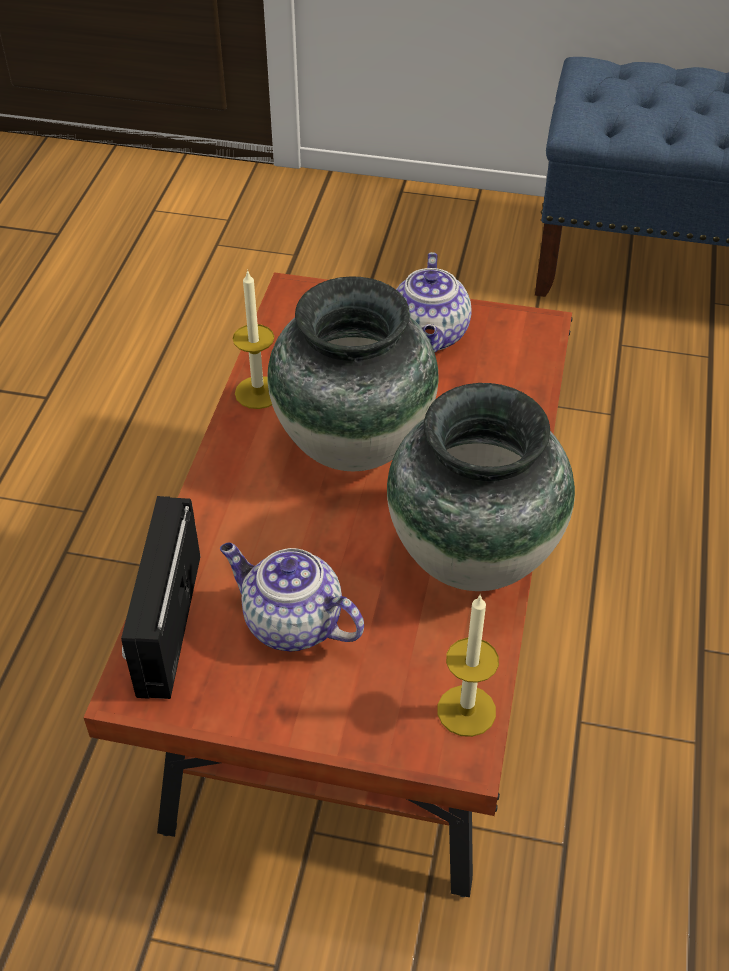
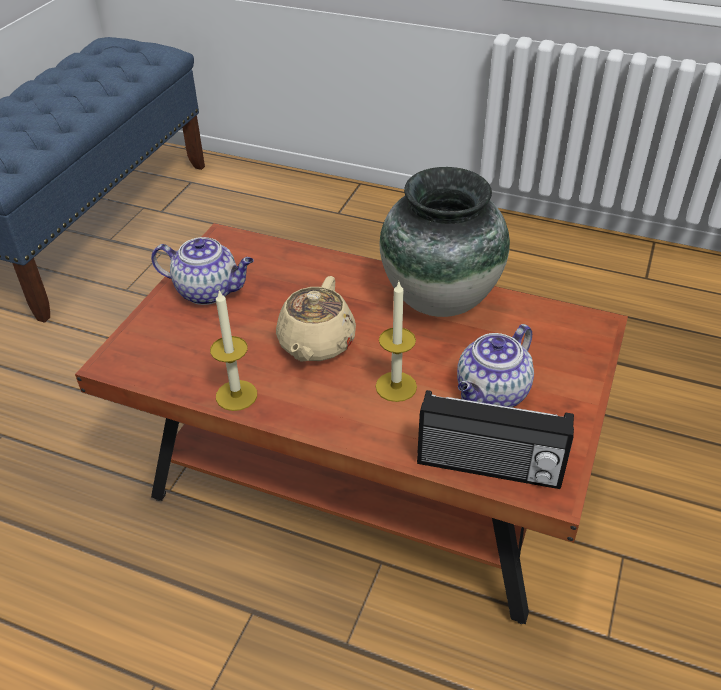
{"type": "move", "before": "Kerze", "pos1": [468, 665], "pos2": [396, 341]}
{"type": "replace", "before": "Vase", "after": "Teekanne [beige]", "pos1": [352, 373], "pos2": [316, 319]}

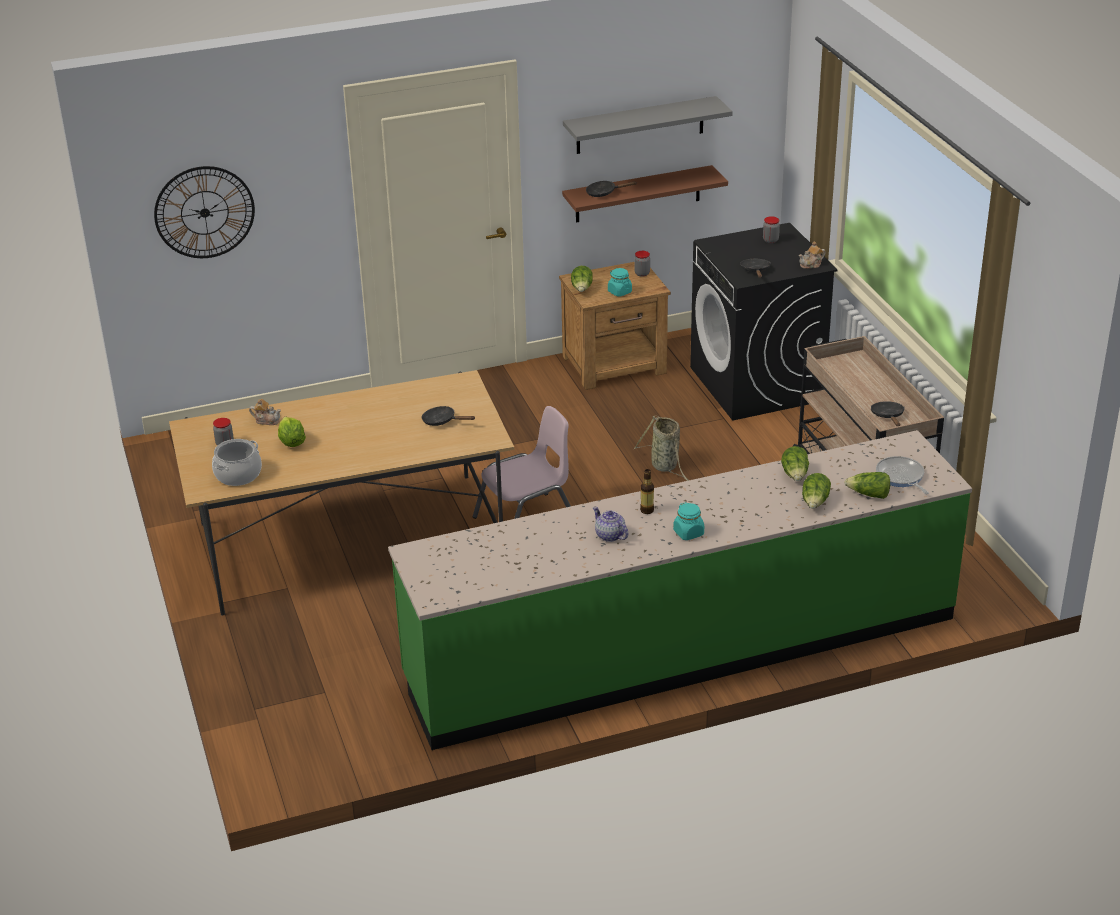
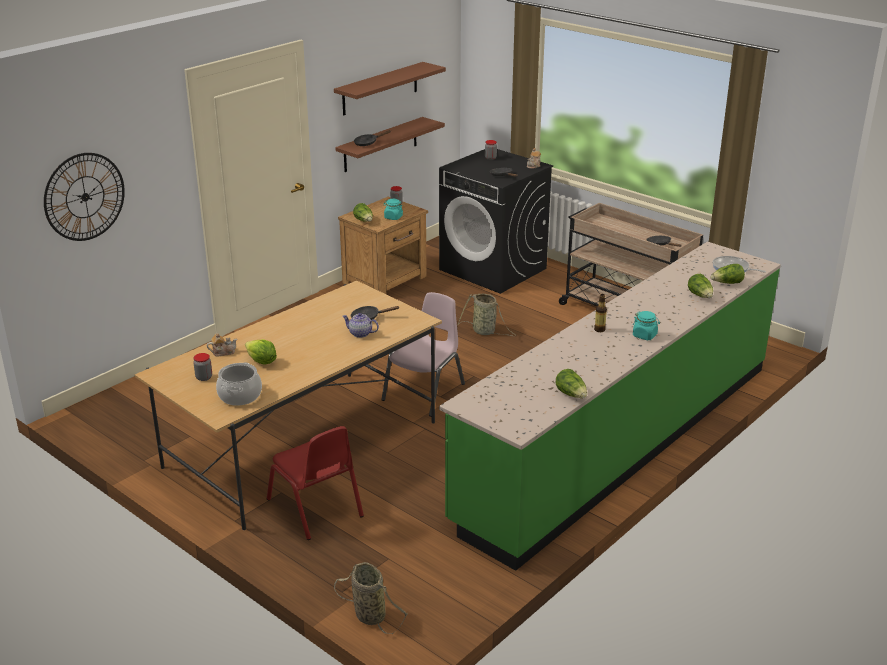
{"type": "insert", "after": "Stuhl [rot]", "pos2": [315, 483]}
{"type": "insert", "after": "Korb", "pos2": [371, 598]}
{"type": "move", "before": "Teekanne", "pos1": [610, 524], "pos2": [360, 325]}
{"type": "move", "before": "Salatkopf", "pos1": [795, 463], "pos2": [571, 384]}
{"type": "recolor", "before": "Wandregal [grau]", "after": "Wandregal [braun]", "pos1": [648, 125], "pos2": [390, 88]}

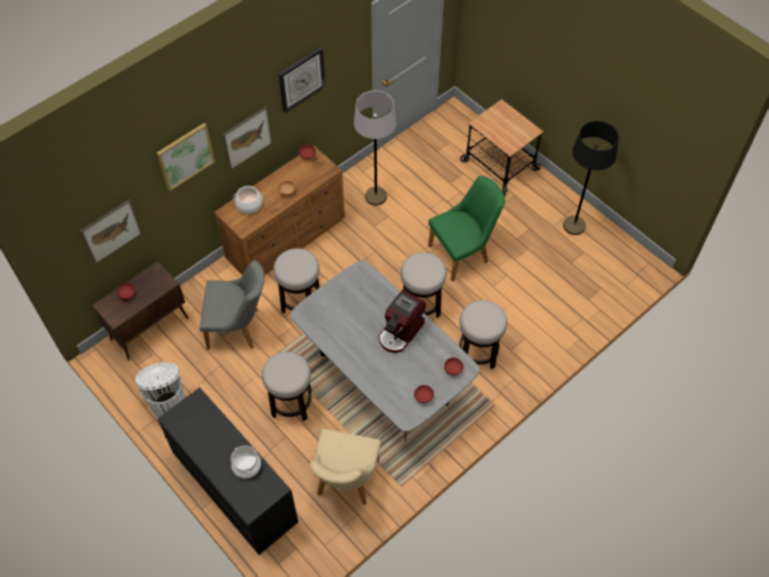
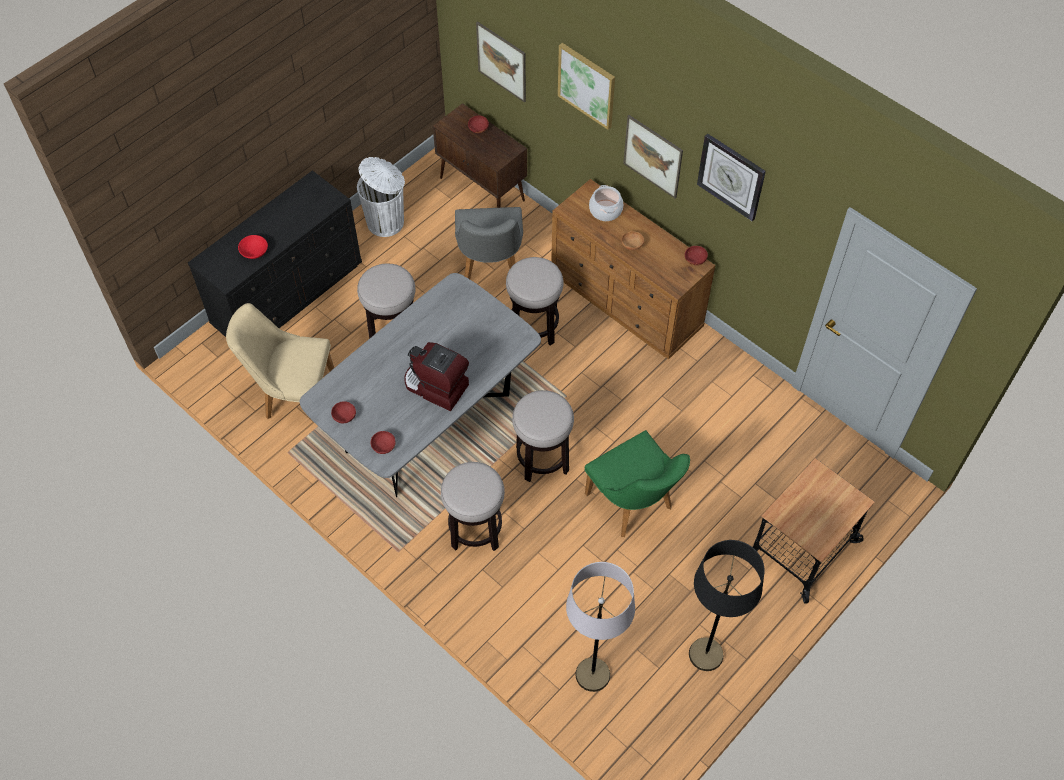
{"type": "move", "before": "Stehlampe [grau]", "pos1": [375, 148], "pos2": [600, 627]}
{"type": "replace", "before": "Kochtopf", "after": "Schüssel [rot]", "pos1": [246, 462], "pos2": [253, 247]}

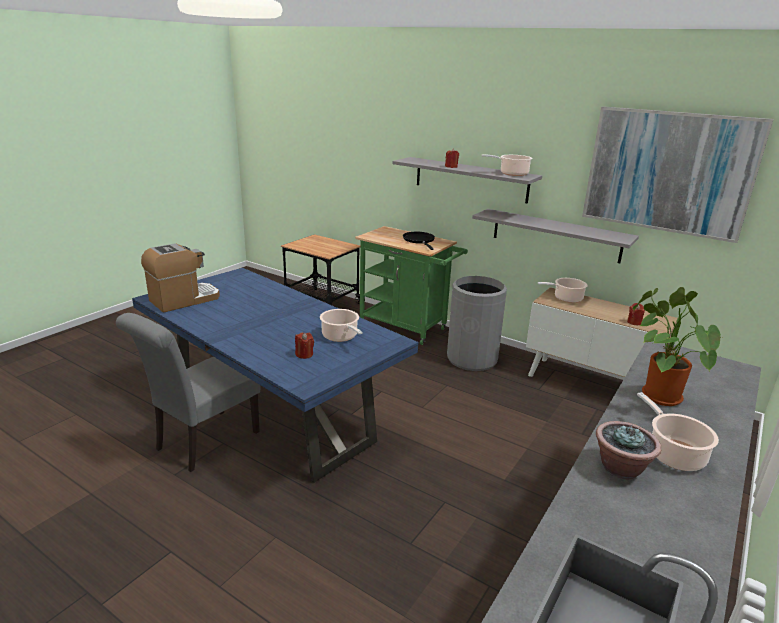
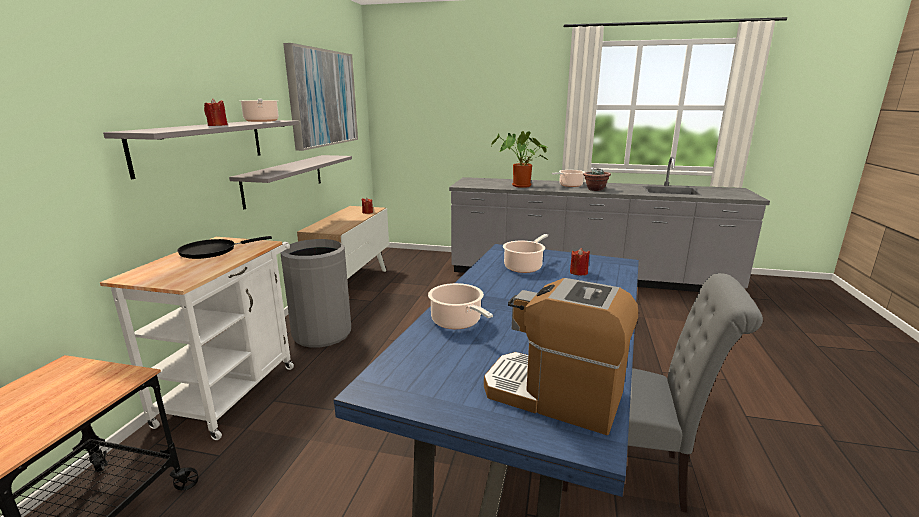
{"type": "move", "before": "Kochtopf", "pos1": [563, 290], "pos2": [460, 306]}
{"type": "recolor", "before": "Rollwagen [grün]", "after": "Rollwagen [weiß]", "pos1": [411, 285], "pos2": [197, 338]}

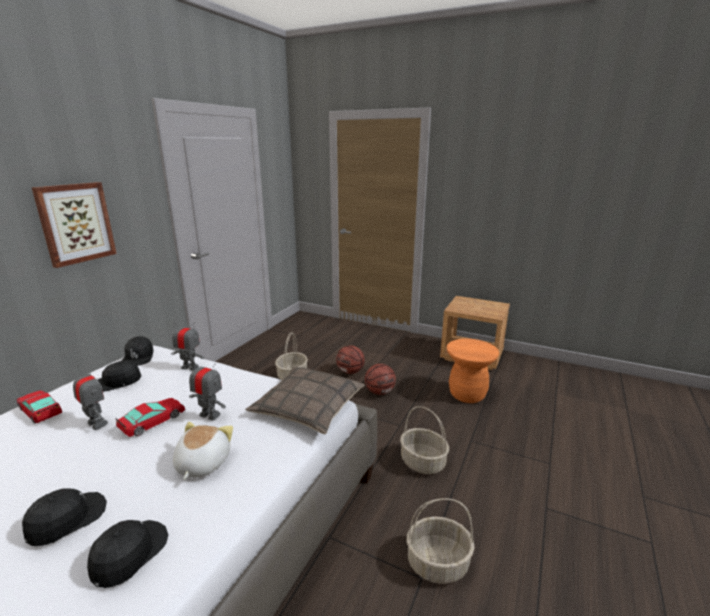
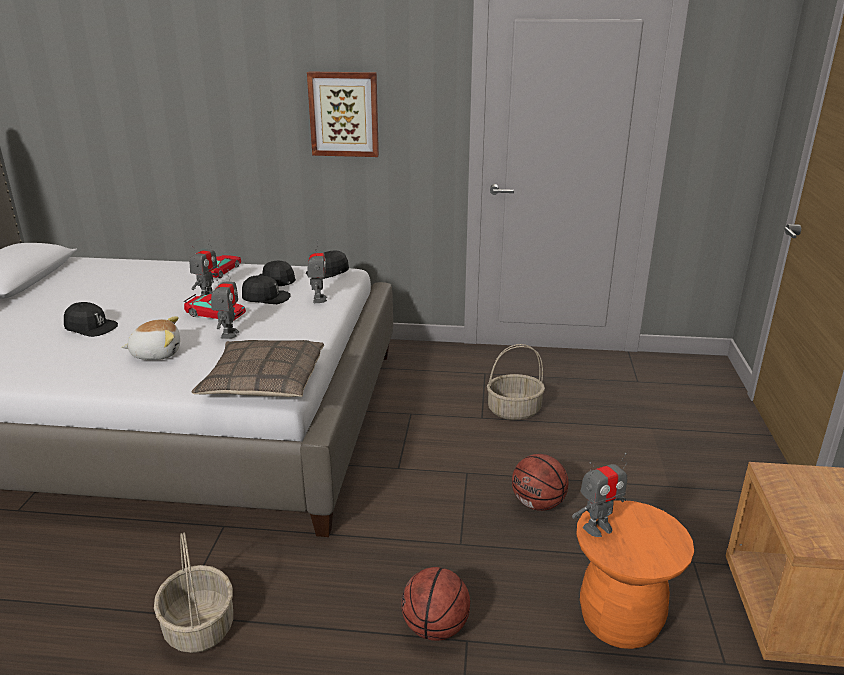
{"type": "delete", "before": "Korb", "pos1": [424, 440]}
{"type": "insert", "after": "Spielzeugroboter", "pos2": [599, 495]}
{"type": "move", "before": "Kappe [schwarz]", "pos1": [127, 554], "pos2": [266, 289]}
{"type": "move", "before": "Basketball", "pos1": [350, 359], "pos2": [435, 604]}

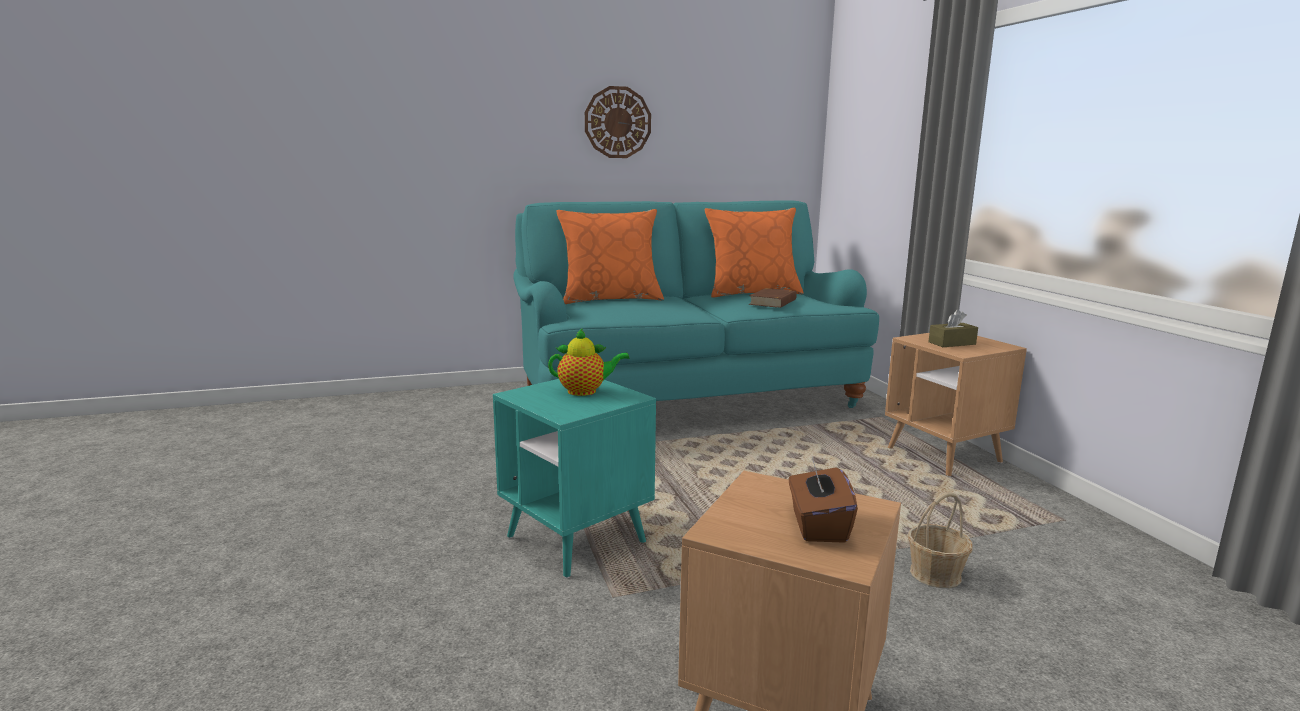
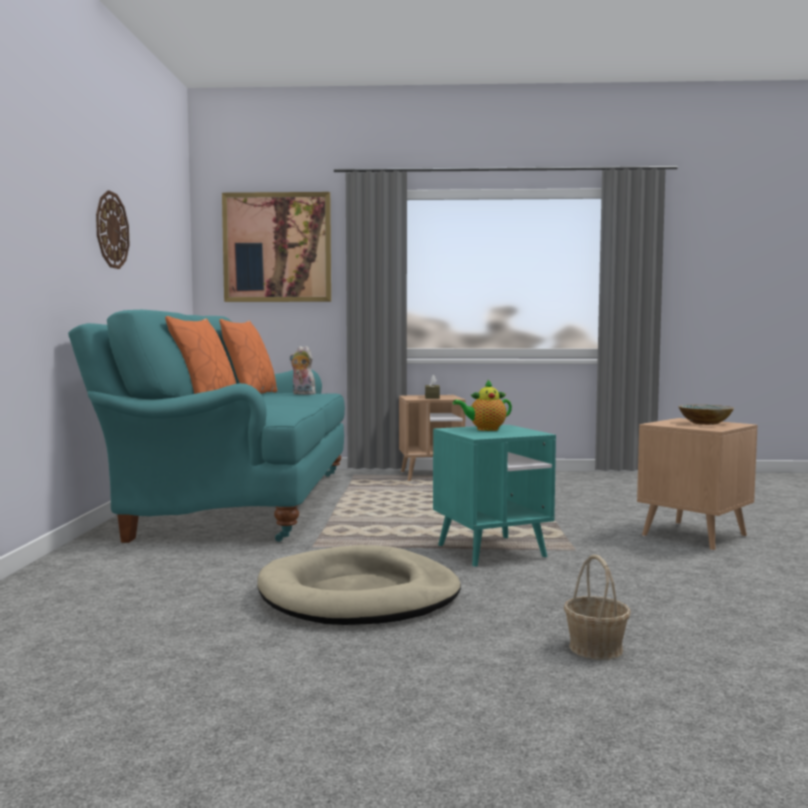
{"type": "insert", "after": "Bild", "pos2": [276, 247]}
{"type": "insert", "after": "Hundebett [beige]", "pos2": [359, 585]}
{"type": "move", "before": "Korb", "pos1": [940, 540], "pos2": [597, 607]}
{"type": "replace", "before": "Buch [braun]", "after": "Plüschtier", "pos1": [773, 298], "pos2": [303, 370]}
{"type": "replace", "before": "Taschentuchbox [braun]", "after": "Schüssel", "pos1": [823, 500], "pos2": [706, 415]}
{"type": "rotate", "before": "Teekanne", "pos1": [589, 362], "pos2": [482, 405], "turn": -120}

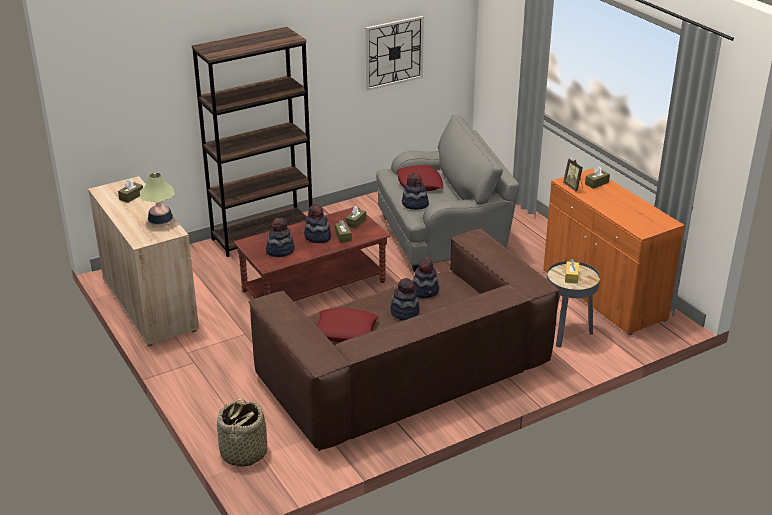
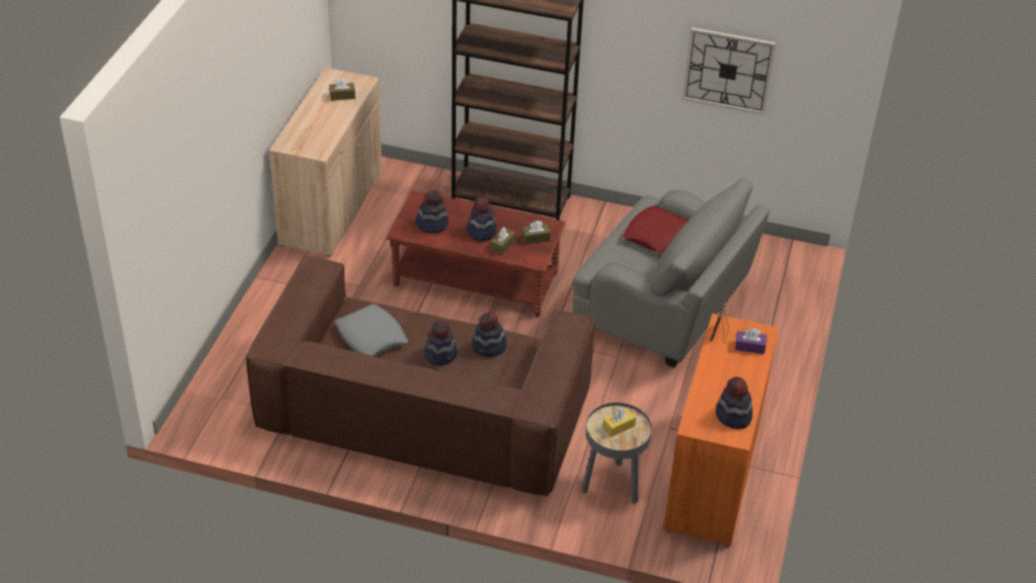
{"type": "delete", "before": "Tischlampe", "pos1": [157, 198]}
{"type": "delete", "before": "Korb", "pos1": [242, 432]}
{"type": "move", "before": "Hut", "pos1": [415, 191], "pos2": [734, 403]}
{"type": "recolor", "before": "Kissen [rot]", "after": "Kissen [grau]", "pos1": [348, 325], "pos2": [371, 330]}
{"type": "recolor", "before": "Taschentuchbox [braun]", "after": "Taschentuchbox [lila]", "pos1": [597, 177], "pos2": [751, 341]}

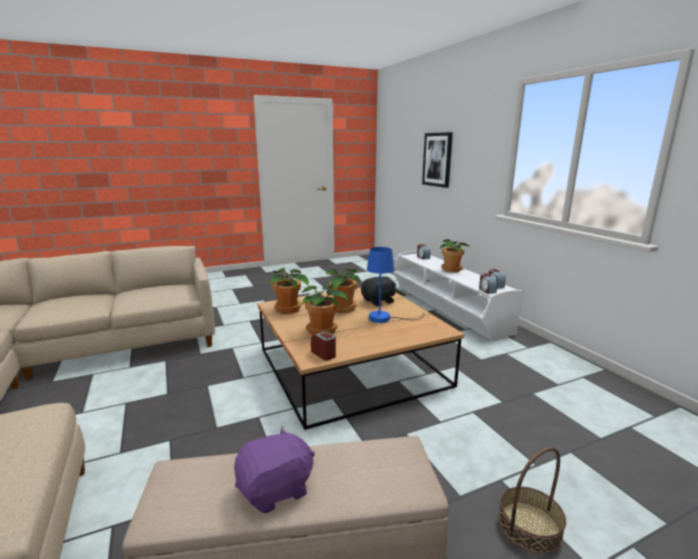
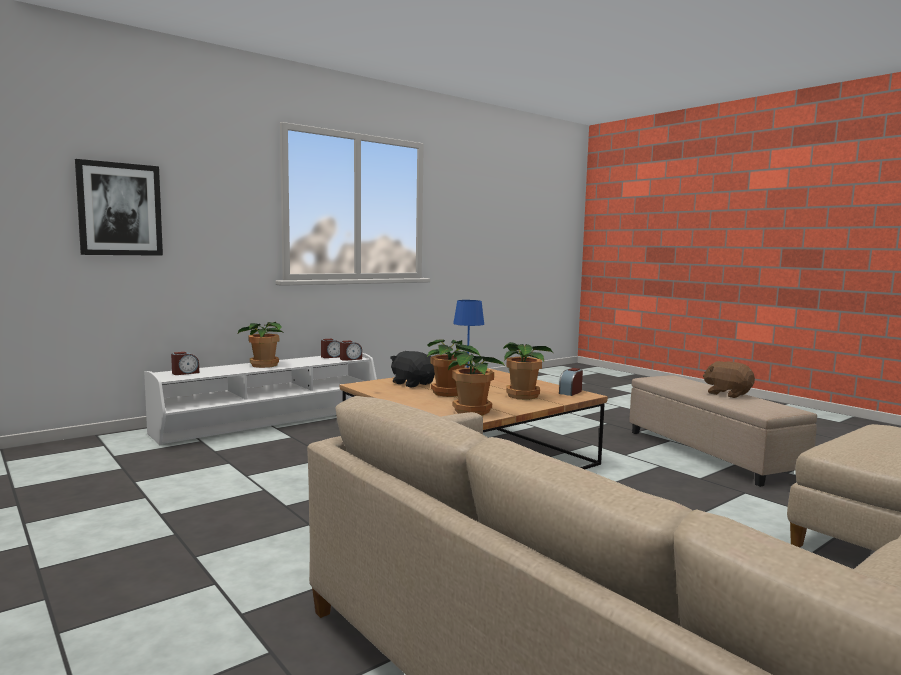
{"type": "delete", "before": "Korb", "pos1": [532, 500]}
{"type": "recolor", "before": "Plüschtier [lila]", "after": "Plüschtier [braun]", "pos1": [274, 469], "pos2": [729, 379]}

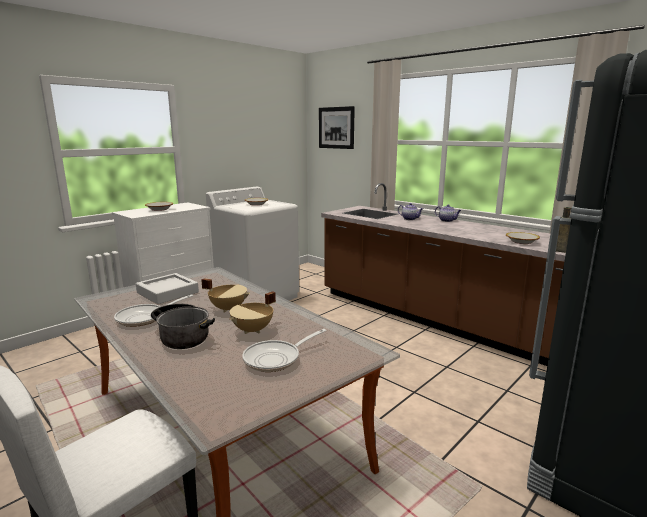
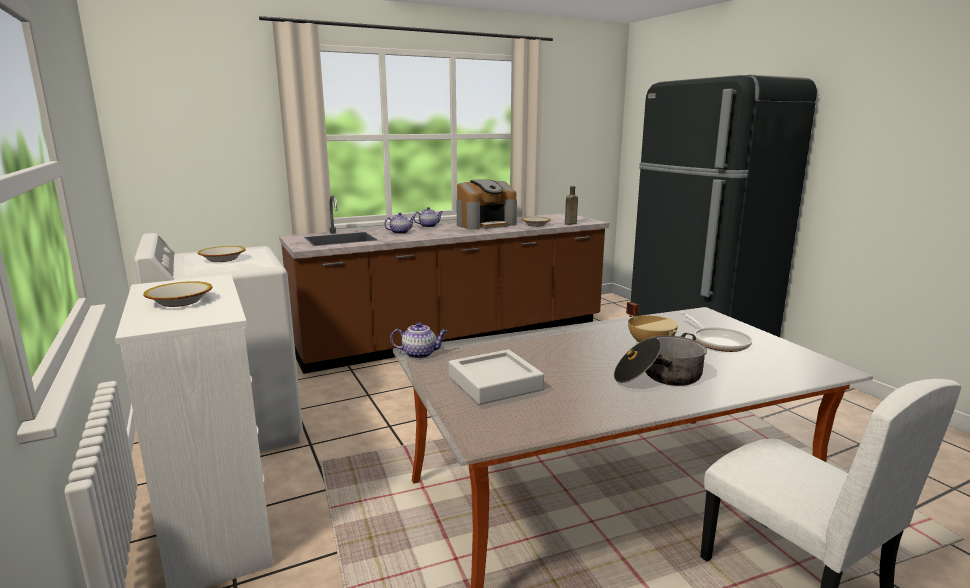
{"type": "delete", "before": "Pfanne", "pos1": [153, 310]}
{"type": "delete", "before": "Kochtopf [beige]", "pos1": [225, 295]}
{"type": "delete", "before": "Bild", "pos1": [337, 127]}
{"type": "insert", "after": "Teekanne", "pos2": [418, 340]}
{"type": "insert", "after": "Kaffeemaschine", "pos2": [486, 204]}

